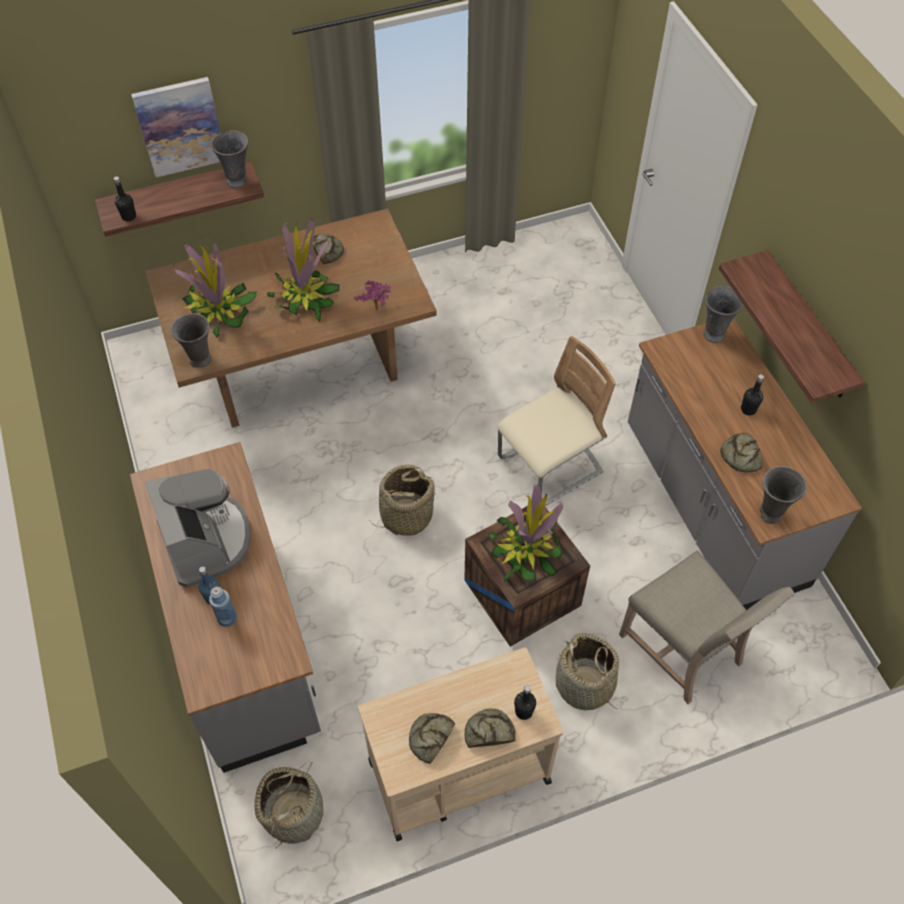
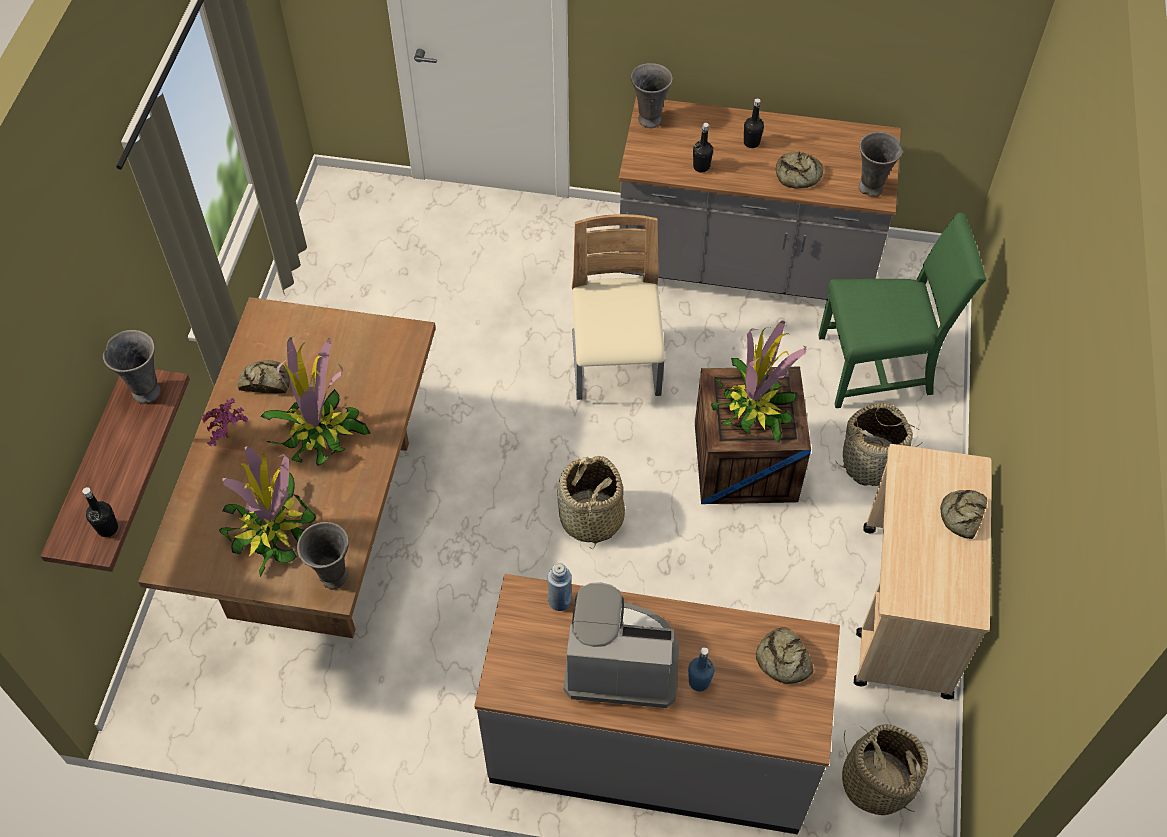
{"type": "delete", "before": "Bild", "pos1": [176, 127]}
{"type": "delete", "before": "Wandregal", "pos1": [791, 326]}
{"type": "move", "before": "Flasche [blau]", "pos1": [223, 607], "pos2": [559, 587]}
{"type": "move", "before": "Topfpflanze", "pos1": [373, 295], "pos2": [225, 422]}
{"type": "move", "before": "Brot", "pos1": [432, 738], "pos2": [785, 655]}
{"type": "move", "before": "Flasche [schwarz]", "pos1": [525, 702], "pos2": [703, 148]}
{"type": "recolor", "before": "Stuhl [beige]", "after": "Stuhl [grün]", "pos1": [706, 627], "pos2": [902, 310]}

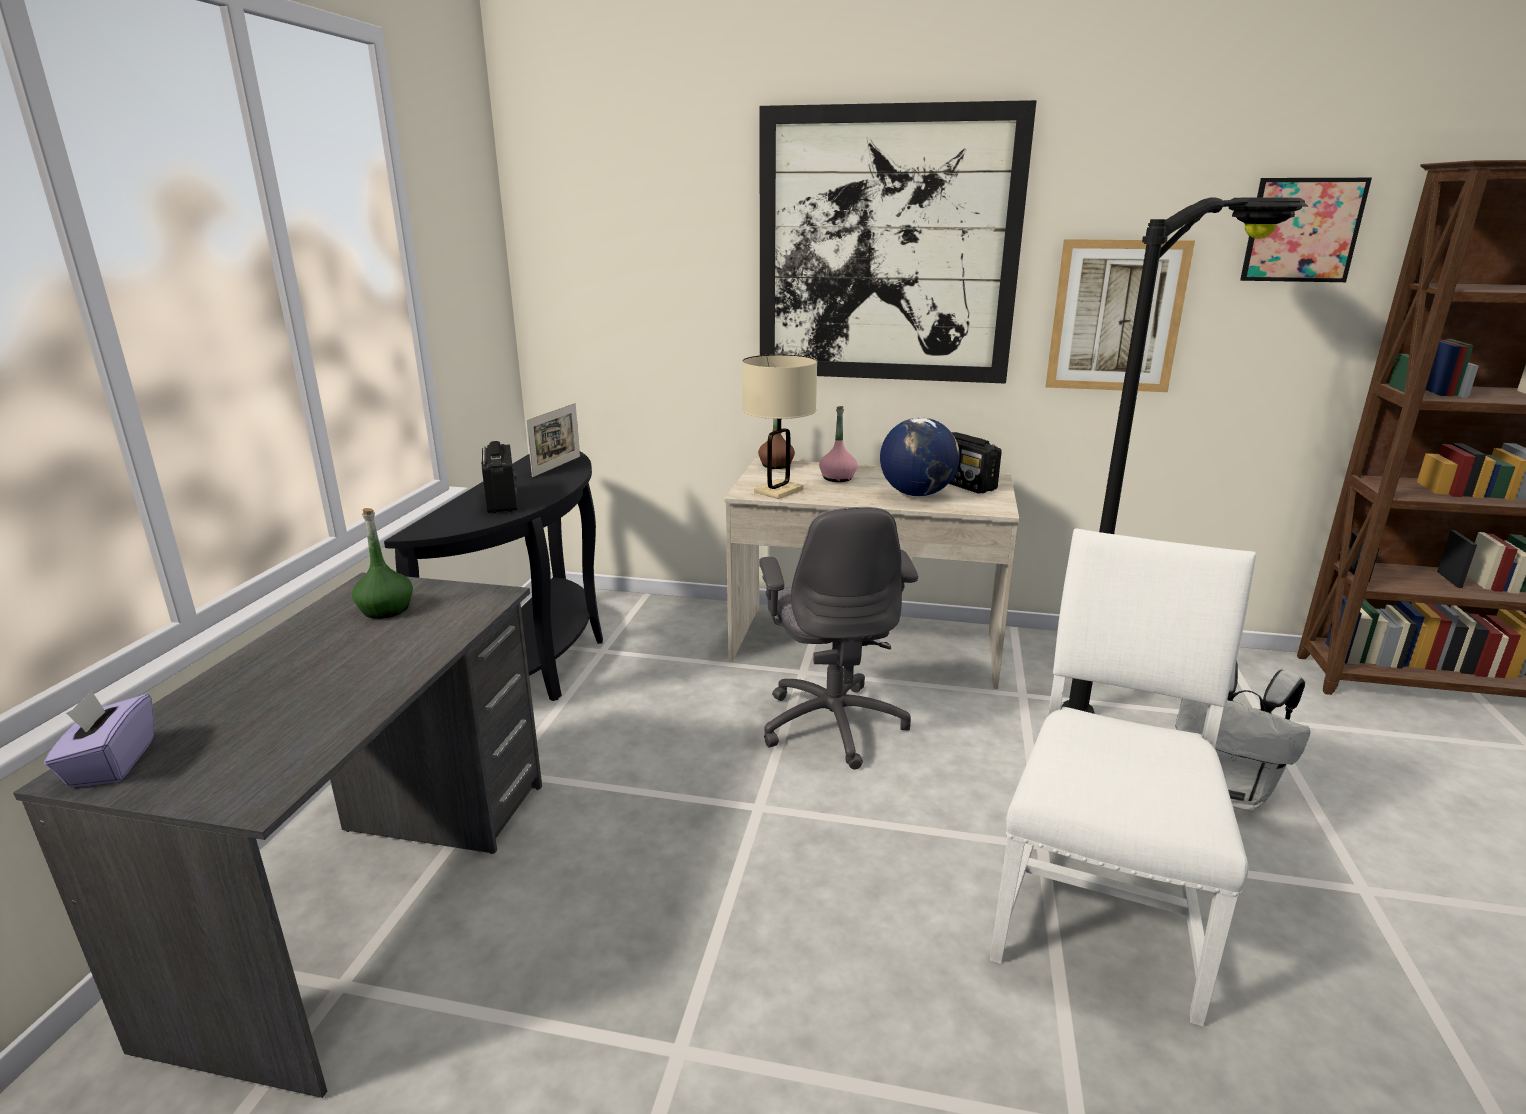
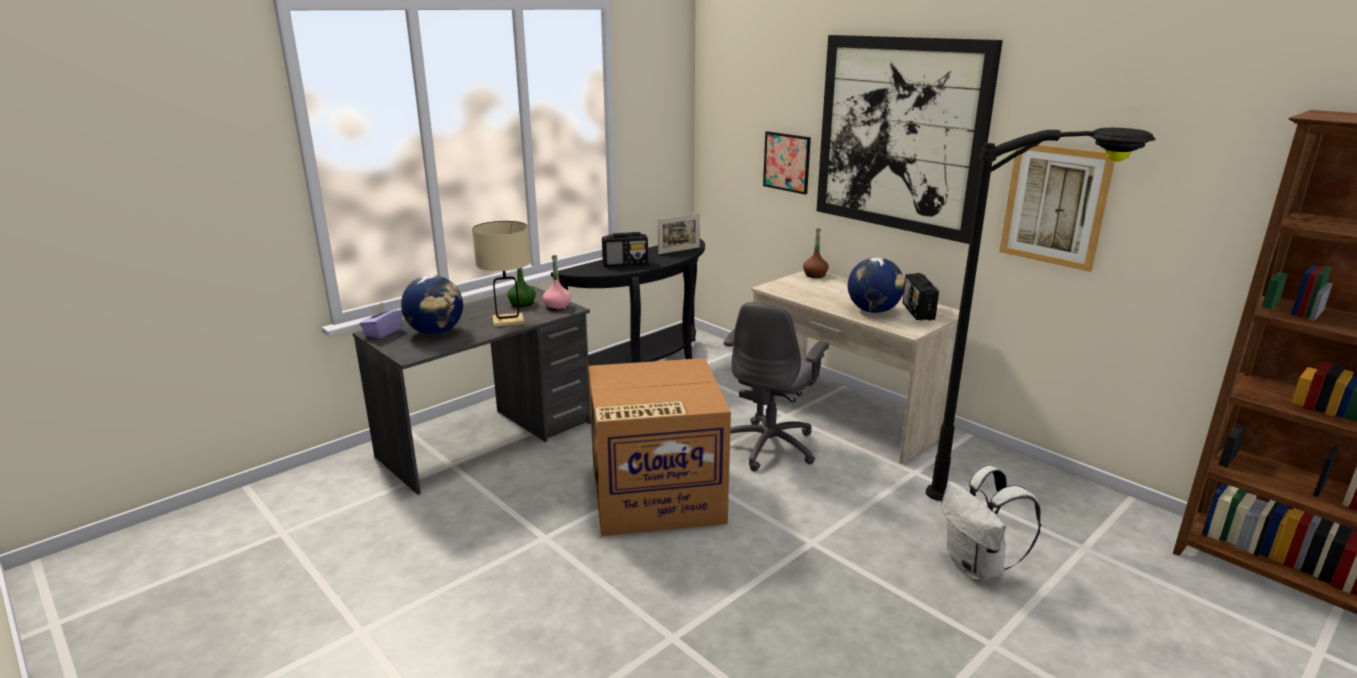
{"type": "delete", "before": "Stuhl [weiß]", "pos1": [1123, 777]}
{"type": "insert", "after": "Globus", "pos2": [432, 305]}
{"type": "insert", "after": "Karton", "pos2": [659, 447]}
{"type": "move", "before": "Tischlampe [beige]", "pos1": [779, 426], "pos2": [501, 274]}
{"type": "move", "before": "Flasche [rosa]", "pos1": [838, 444], "pos2": [557, 282]}
{"type": "move", "before": "Bild", "pos1": [1306, 230], "pos2": [787, 163]}
{"type": "rotate", "before": "Radio", "pos1": [499, 477], "pos2": [625, 249], "turn": 60}

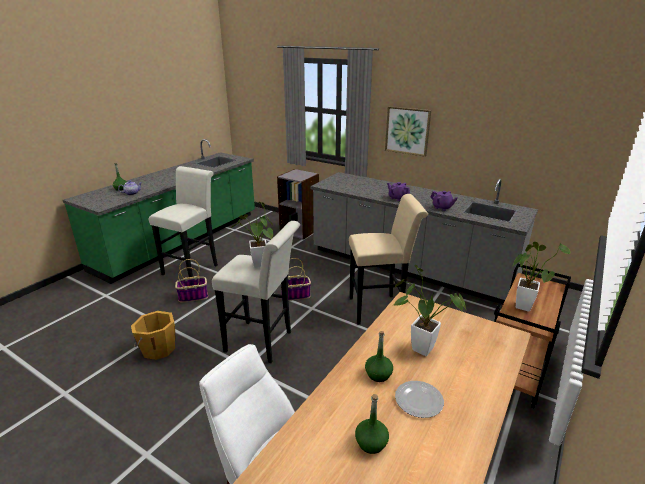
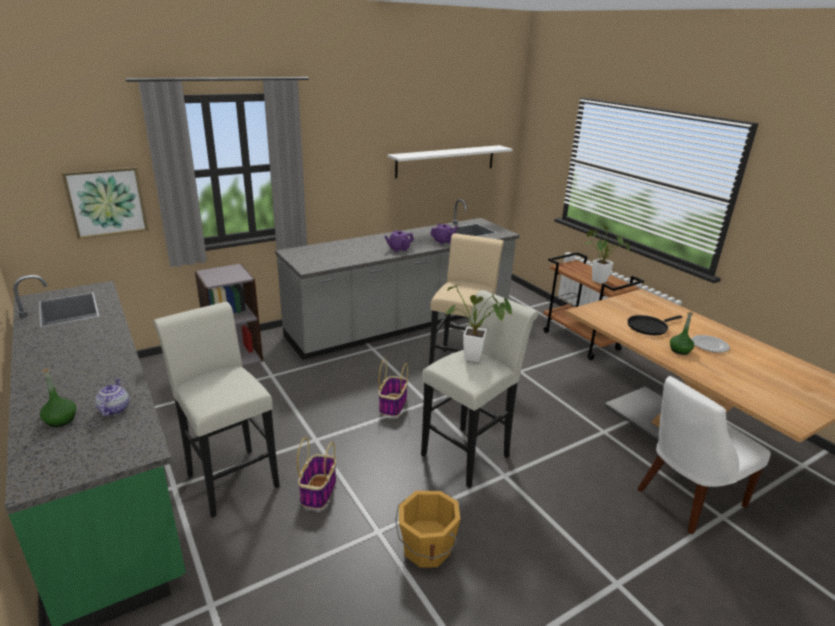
{"type": "delete", "before": "Flasche [grün]", "pos1": [372, 424]}
{"type": "insert", "after": "Wandregal [weiß]", "pos2": [450, 161]}
{"type": "move", "before": "Bild", "pos1": [408, 131], "pos2": [105, 203]}
{"type": "replace", "before": "Topfpflanze", "after": "Pfanne [schwarz]", "pos1": [430, 310], "pos2": [655, 325]}

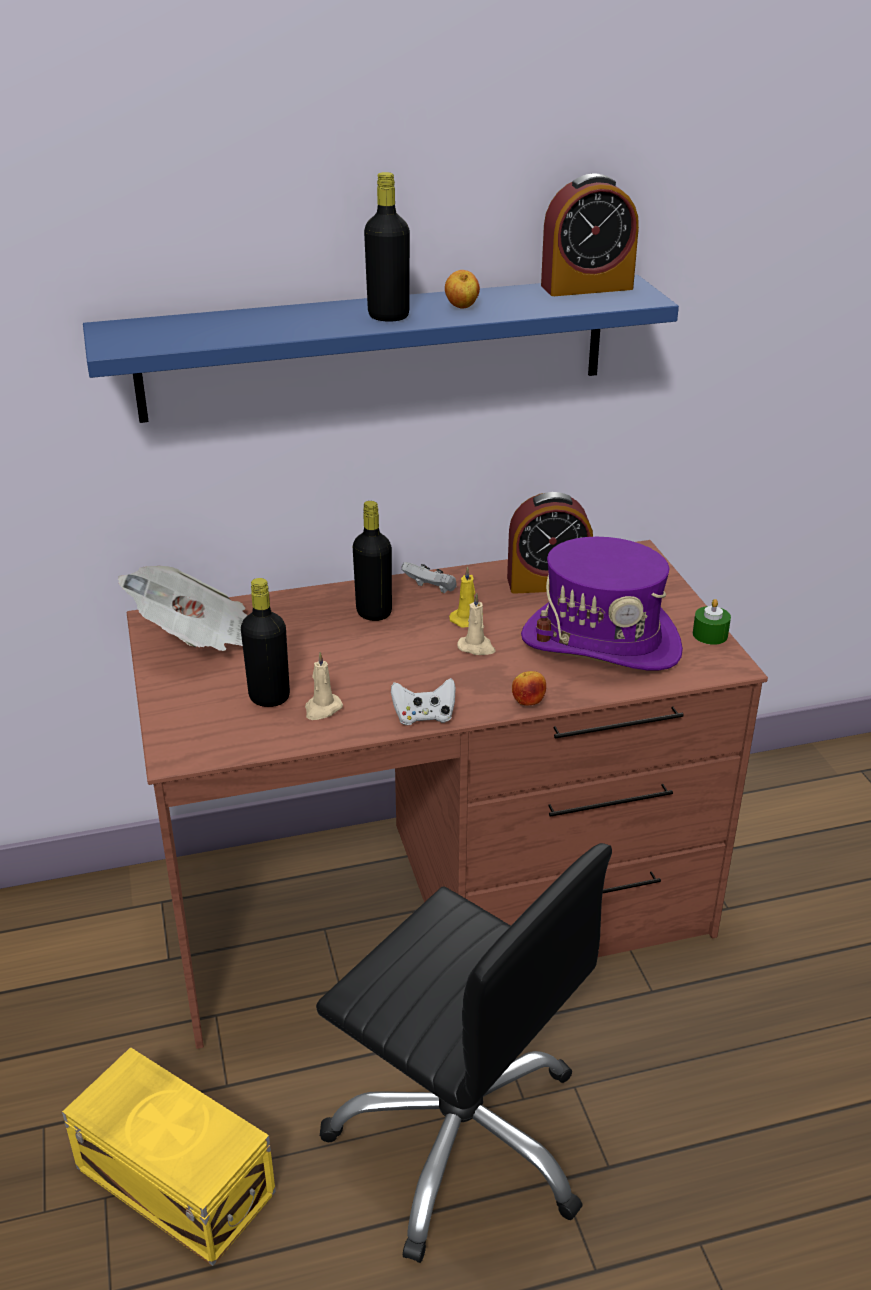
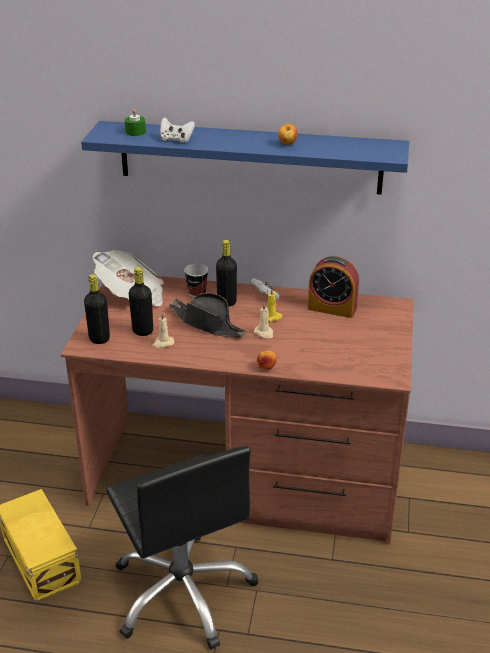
{"type": "delete", "before": "Hut [lila]", "pos1": [602, 604]}
{"type": "delete", "before": "Wecker", "pos1": [590, 234]}
{"type": "insert", "after": "Hut [schwarz]", "pos2": [208, 315]}
{"type": "insert", "after": "Tasse", "pos2": [196, 280]}
{"type": "move", "before": "Flasche [schwarz]", "pos1": [387, 246], "pos2": [97, 309]}
{"type": "move", "before": "Gamepad [weiß]", "pos1": [423, 701], "pos2": [177, 130]}
{"type": "move", "before": "Kerze [grün]", "pos1": [712, 622], "pos2": [135, 122]}

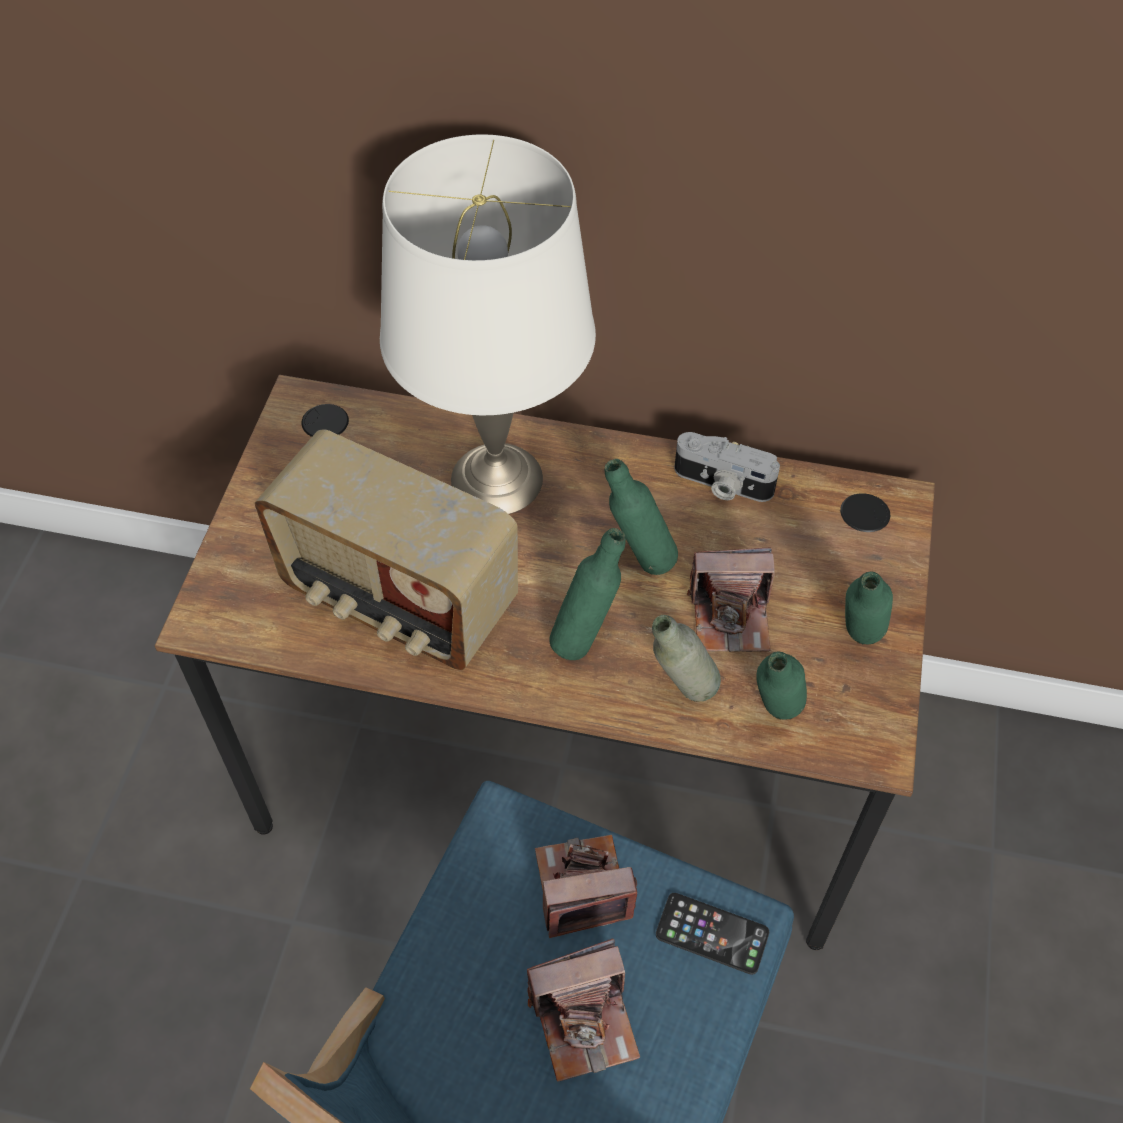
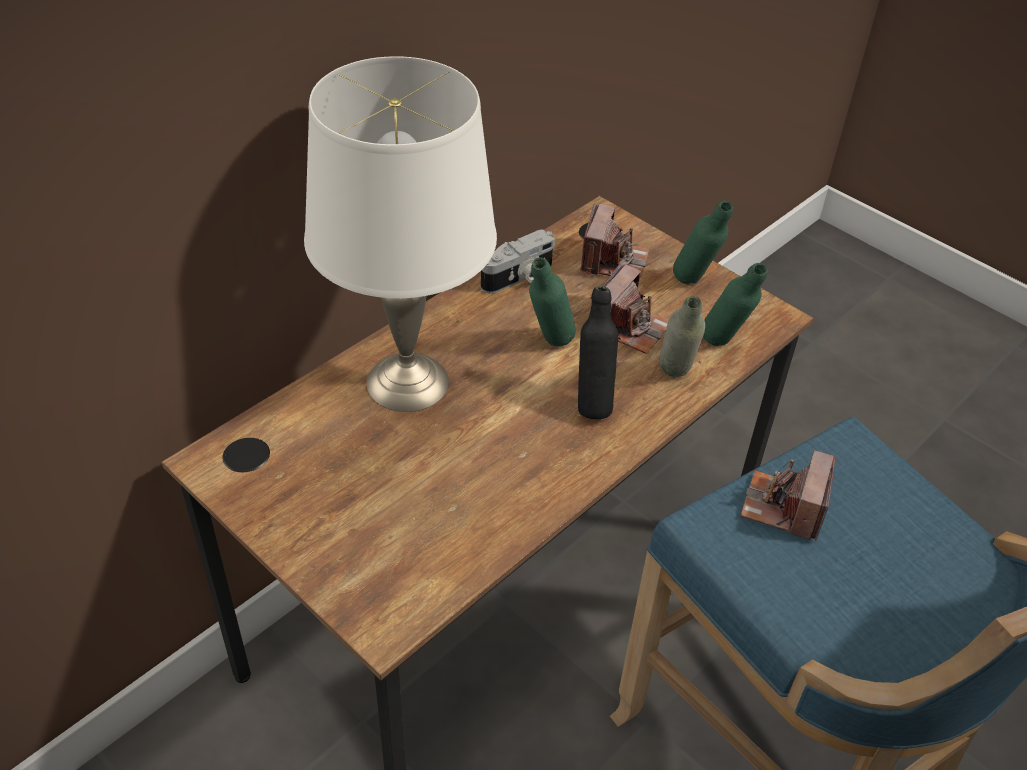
{"type": "delete", "before": "Radio", "pos1": [386, 549]}
{"type": "delete", "before": "Handy", "pos1": [712, 934]}
{"type": "move", "before": "Kamera", "pos1": [583, 1010], "pos2": [615, 240]}
{"type": "recolor", "before": "Flasche [grün]", "after": "Flasche [schwarz]", "pos1": [587, 594], "pos2": [598, 352]}

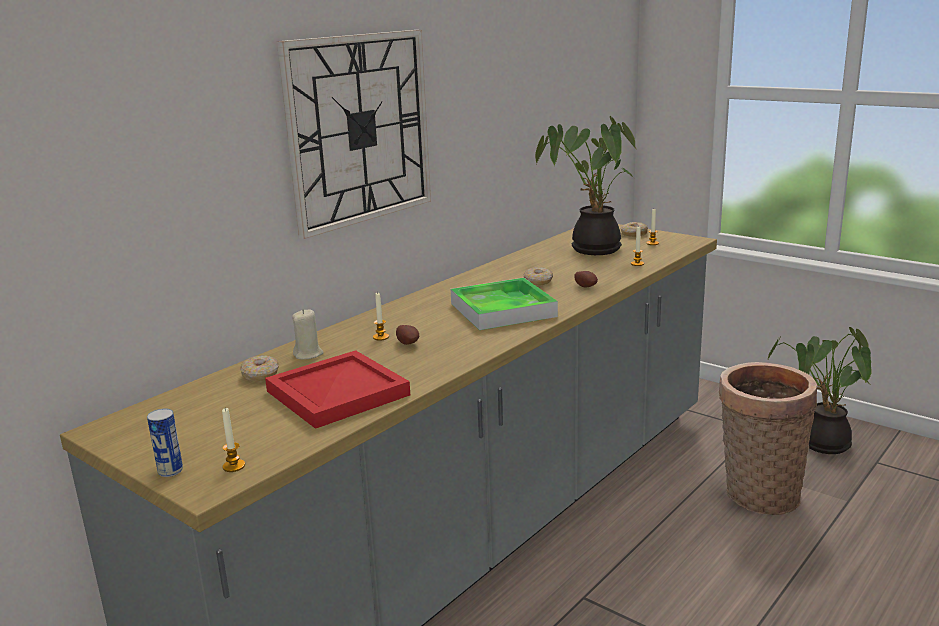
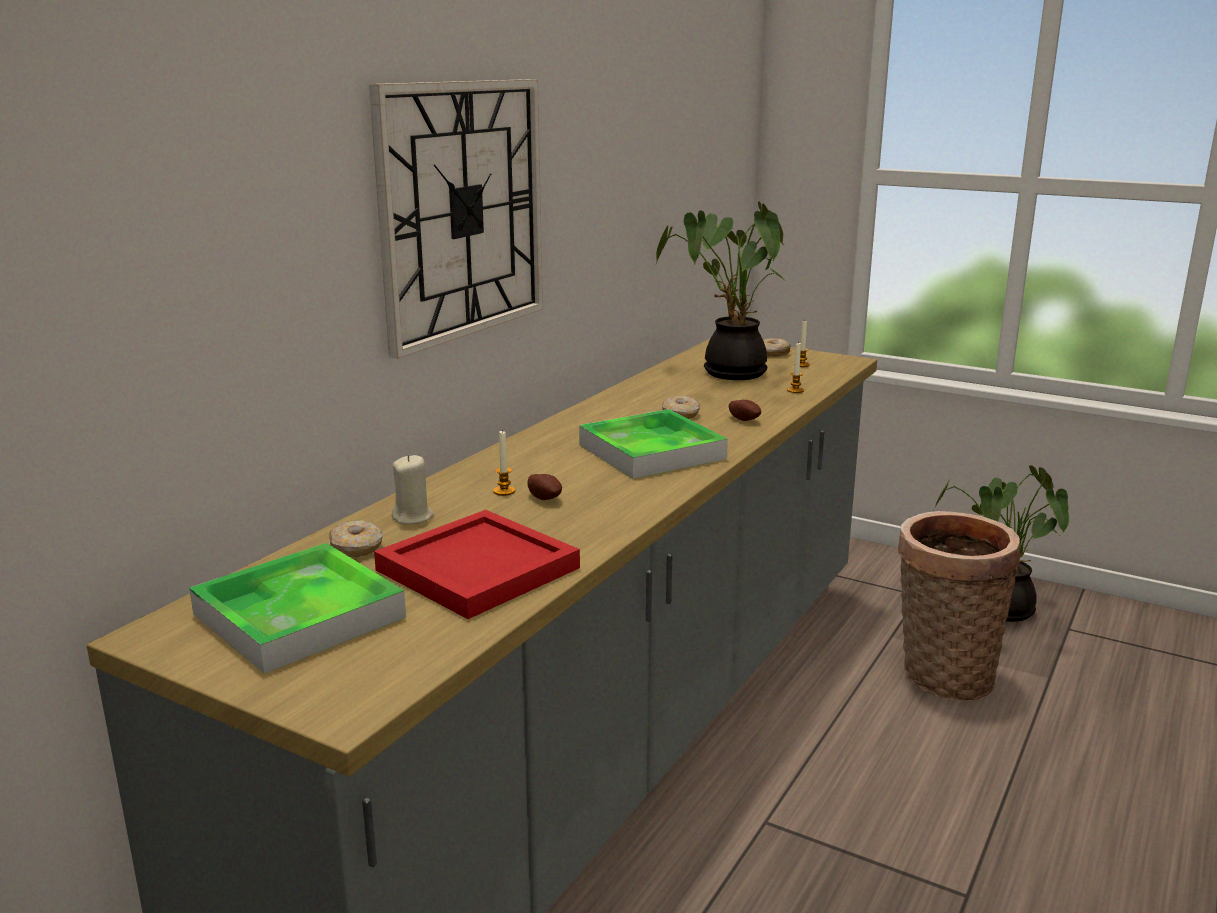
{"type": "delete", "before": "Dose", "pos1": [165, 443]}
{"type": "delete", "before": "Kerze", "pos1": [233, 440]}
{"type": "insert", "after": "Tablett", "pos2": [297, 608]}

